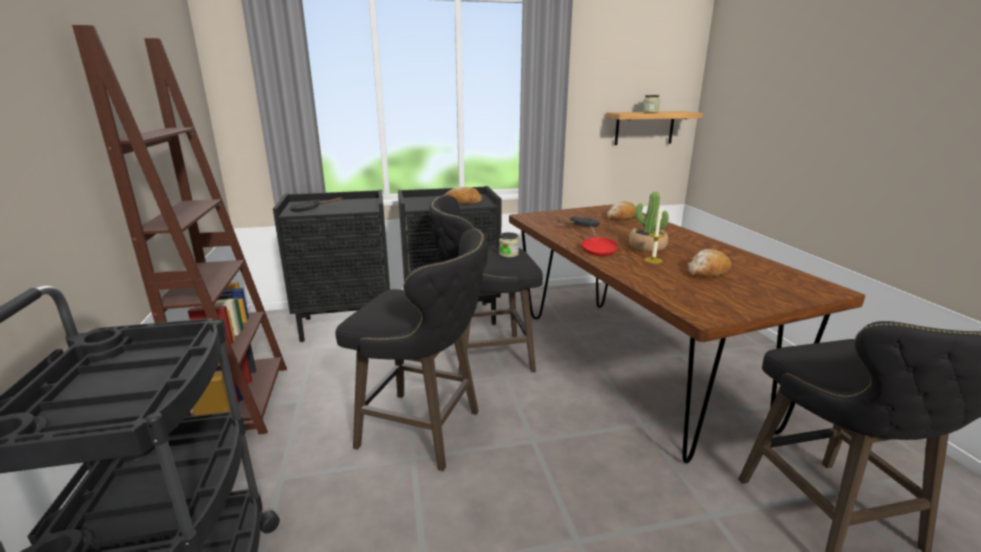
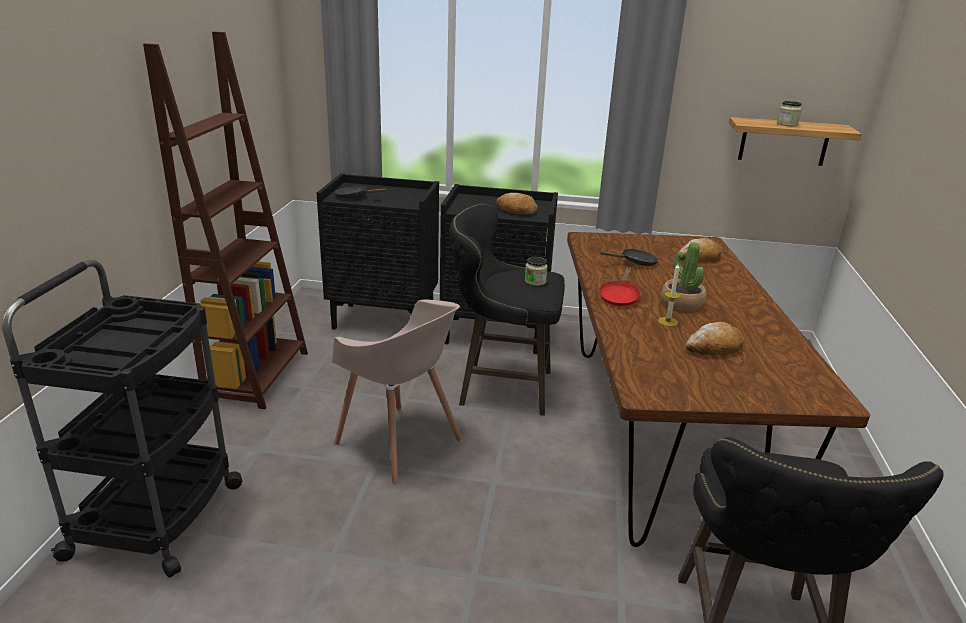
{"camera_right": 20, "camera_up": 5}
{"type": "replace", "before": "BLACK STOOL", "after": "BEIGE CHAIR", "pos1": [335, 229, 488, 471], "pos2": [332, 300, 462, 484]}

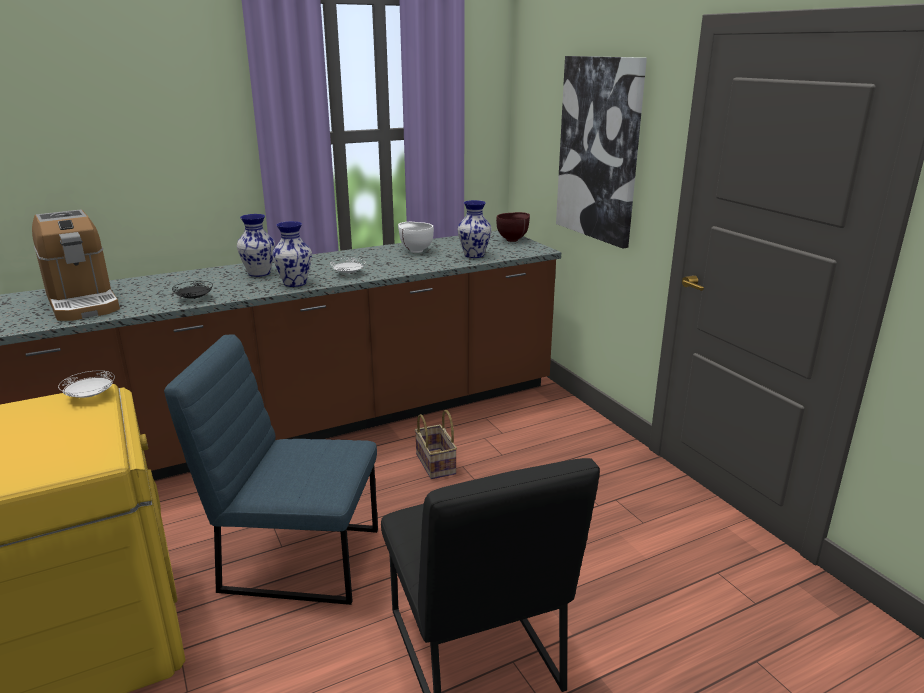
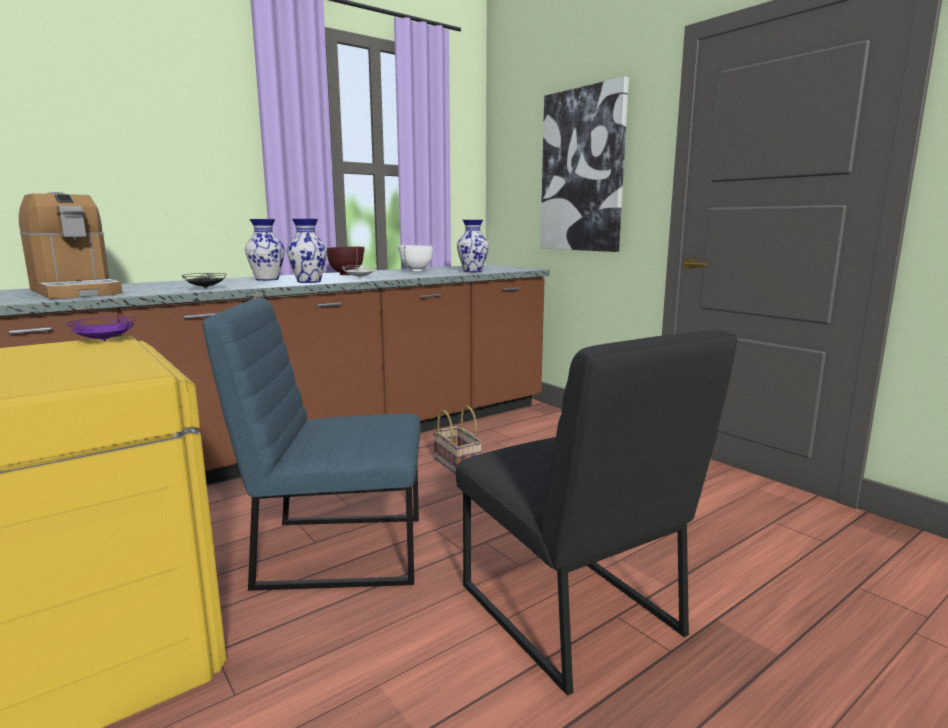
{"camera_right": -10, "camera_up": -10}
{"type": "move", "before": "BROWN BOWL", "pos1": [496, 212, 530, 242], "pos2": [327, 247, 365, 275]}
{"type": "recolor", "before": "WHITE PLATE", "after": "PURPLE PLATE", "pos1": [58, 370, 115, 398], "pos2": [66, 317, 136, 341]}

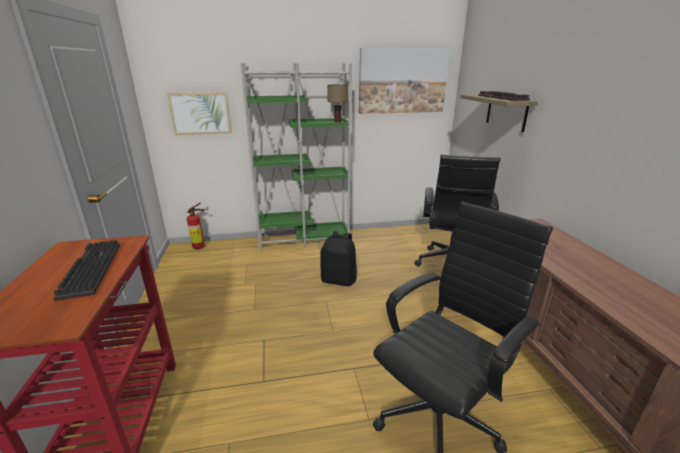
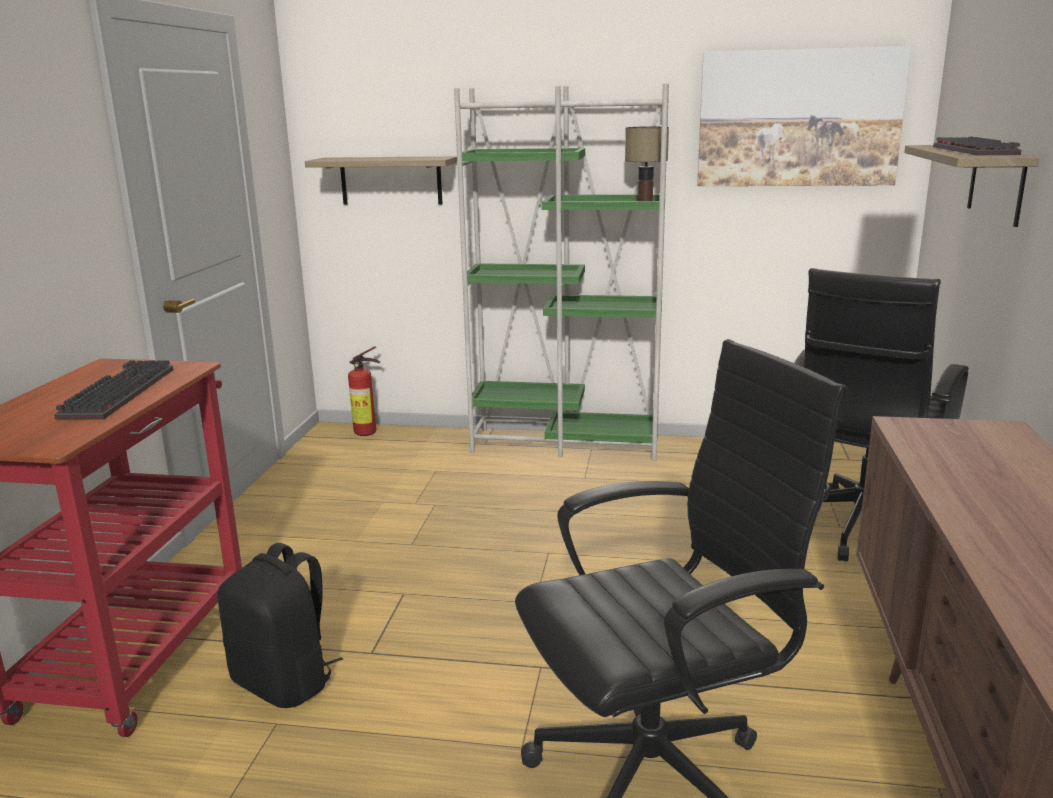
{"camera_right": 20, "camera_up": -5}
{"type": "replace", "before": "PICTURE", "after": "SHELF", "pos1": [167, 92, 232, 135], "pos2": [305, 156, 457, 205]}
{"type": "move", "before": "BLACK BACKPACK", "pos1": [320, 231, 357, 286], "pos2": [217, 543, 343, 708]}

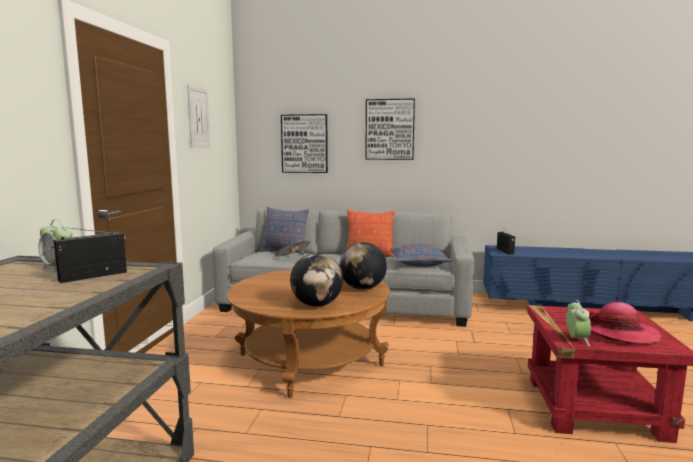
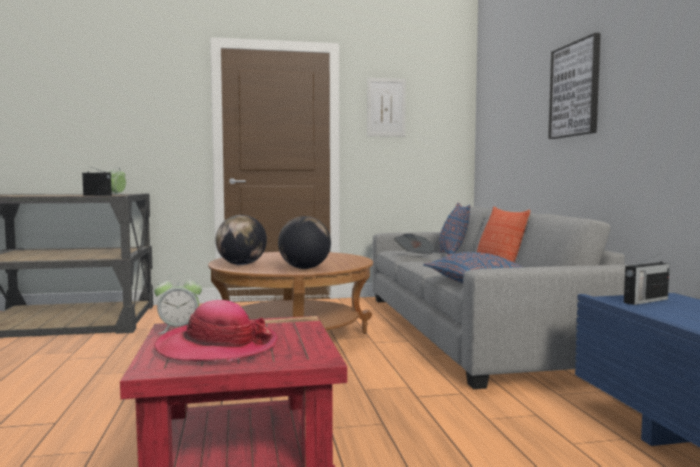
{"camera_right": 70, "camera_up": -5}
{"type": "delete", "before": "PICTURE", "pos1": [281, 114, 328, 173]}

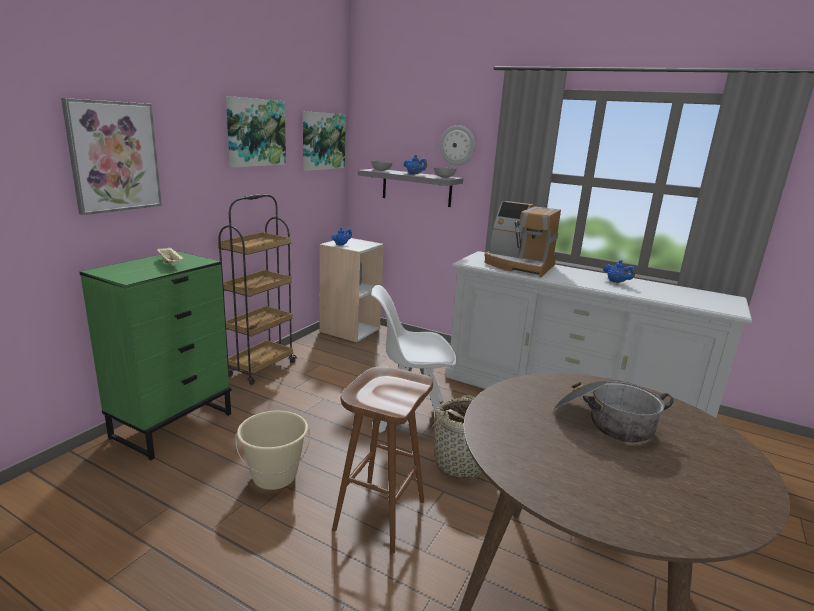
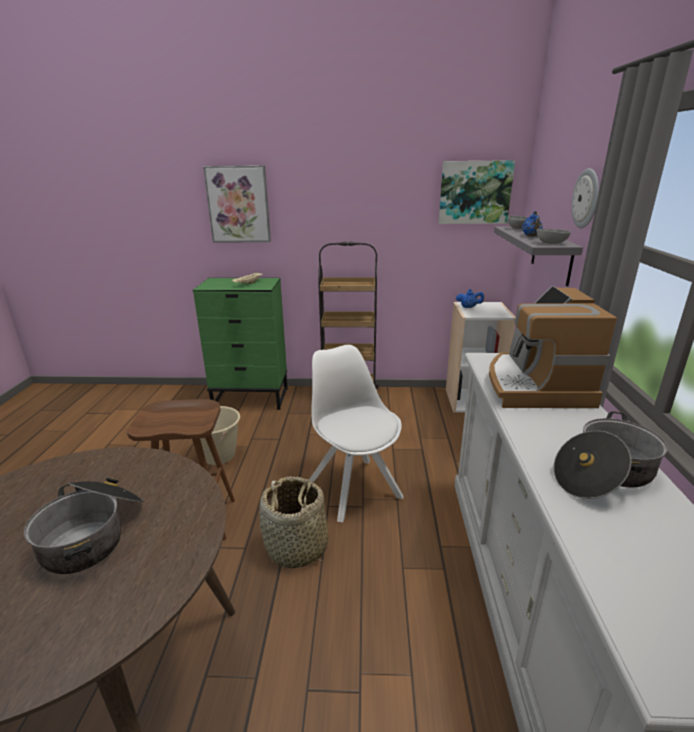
{"camera_right": 65, "camera_up": 5}
{"type": "delete", "before": "PICTURE", "pos1": [226, 96, 286, 168]}
{"type": "replace", "before": "BLUE TEAPOT", "after": "COOKING POT", "pos1": [603, 260, 635, 283], "pos2": [554, 411, 668, 499]}

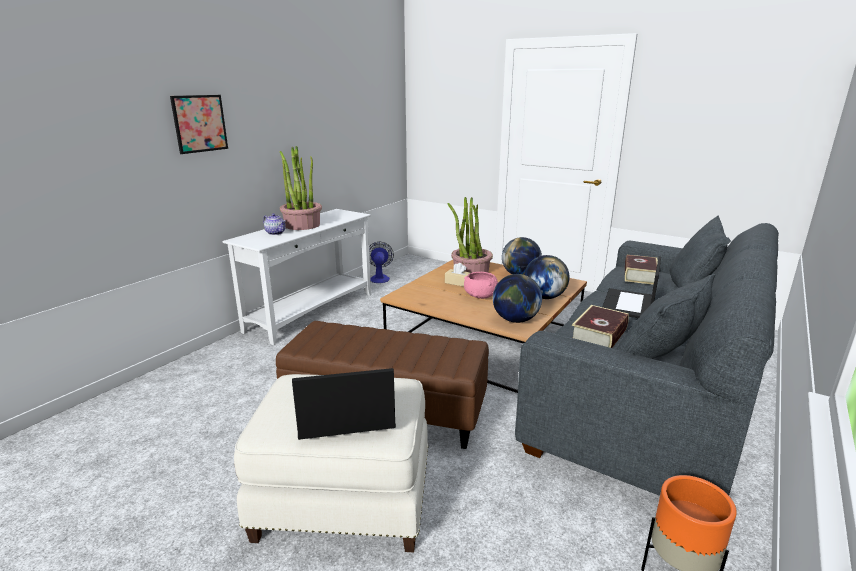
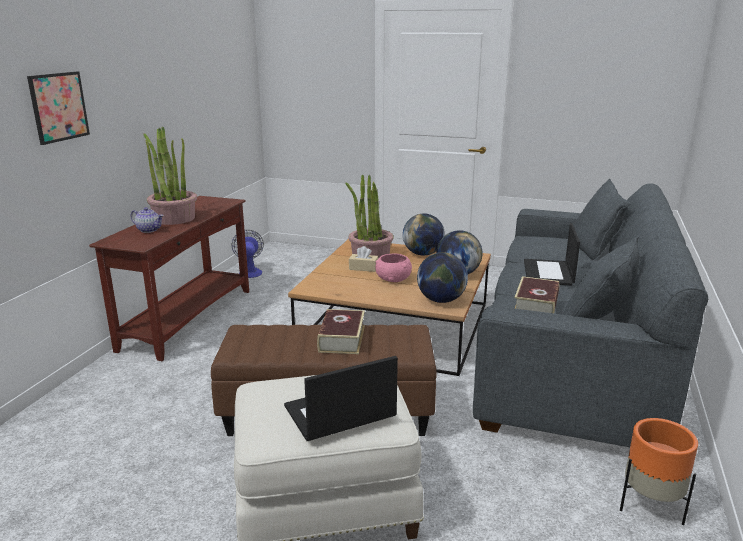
{"camera_right": -15, "camera_up": 0}
{"type": "recolor", "before": "WHITE CONSOLE TABLE", "after": "BROWN CONSOLE TABLE", "pos1": [223, 209, 371, 345], "pos2": [89, 196, 249, 361]}
{"type": "move", "before": "BOOK", "pos1": [625, 255, 658, 285], "pos2": [317, 309, 365, 354]}

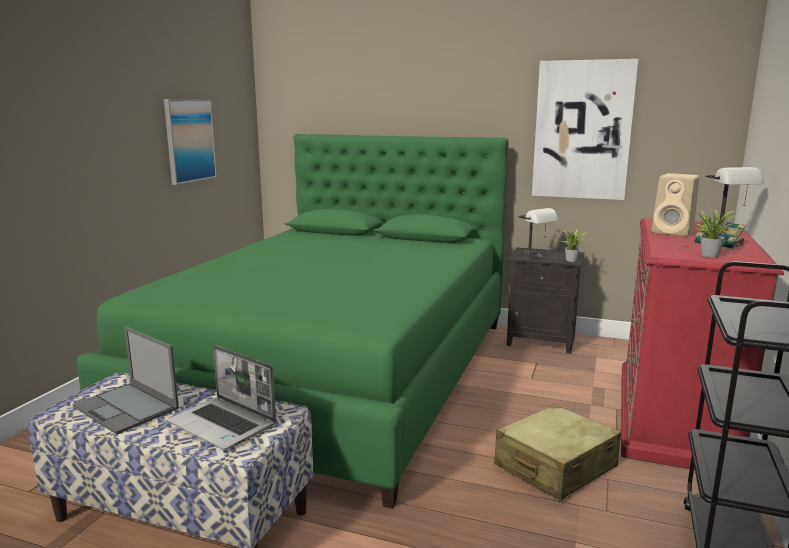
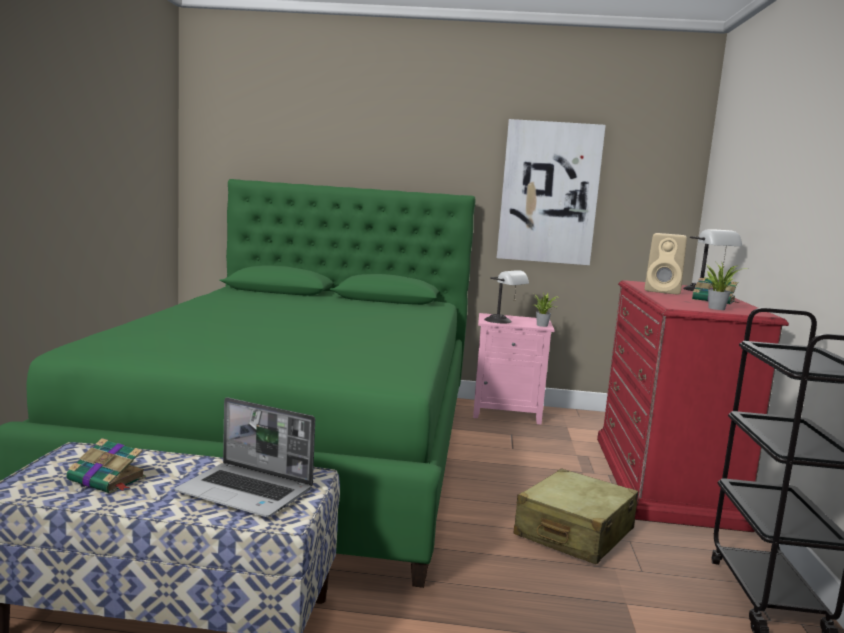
{"camera_right": -15, "camera_up": -5}
{"type": "delete", "before": "PICTURE", "pos1": [164, 99, 217, 185]}
{"type": "recolor", "before": "BLACK NIGHTSTAND", "after": "PINK NIGHTSTAND", "pos1": [507, 247, 585, 354], "pos2": [473, 313, 555, 424]}
{"type": "replace", "before": "LAPTOP", "after": "BOOK", "pos1": [73, 326, 179, 435], "pos2": [66, 438, 146, 494]}

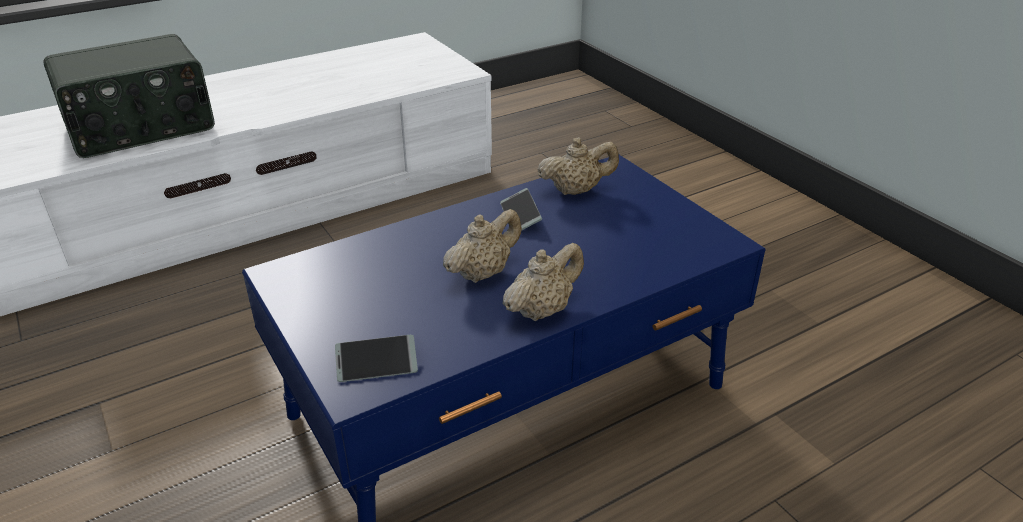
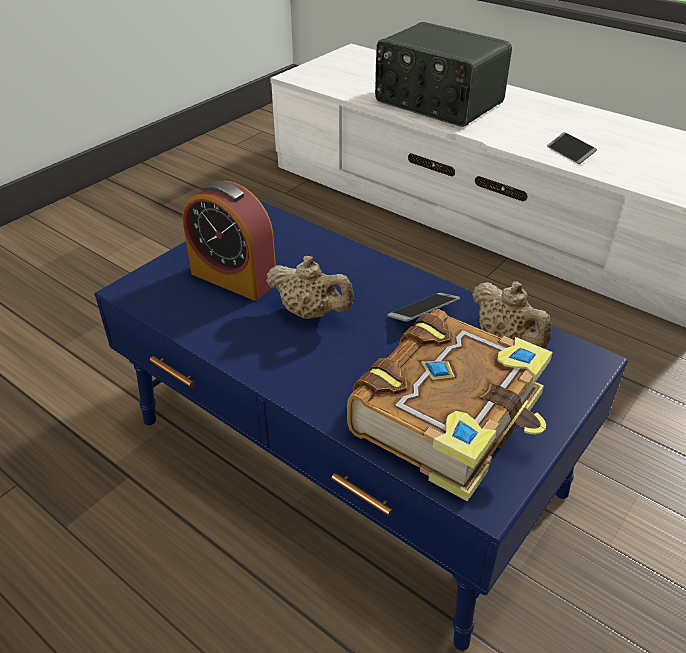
{"camera_right": 70, "camera_up": 5}
{"type": "delete", "before": "BEIGE TEAPOT", "pos1": [503, 243, 584, 321]}
{"type": "move", "before": "PHONE", "pos1": [335, 335, 418, 382], "pos2": [547, 132, 597, 164]}
{"type": "insert", "after": "ALARM CLOCK", "pos2": [183, 180, 276, 300]}
{"type": "insert", "after": "BOOK", "pos2": [347, 309, 553, 502]}

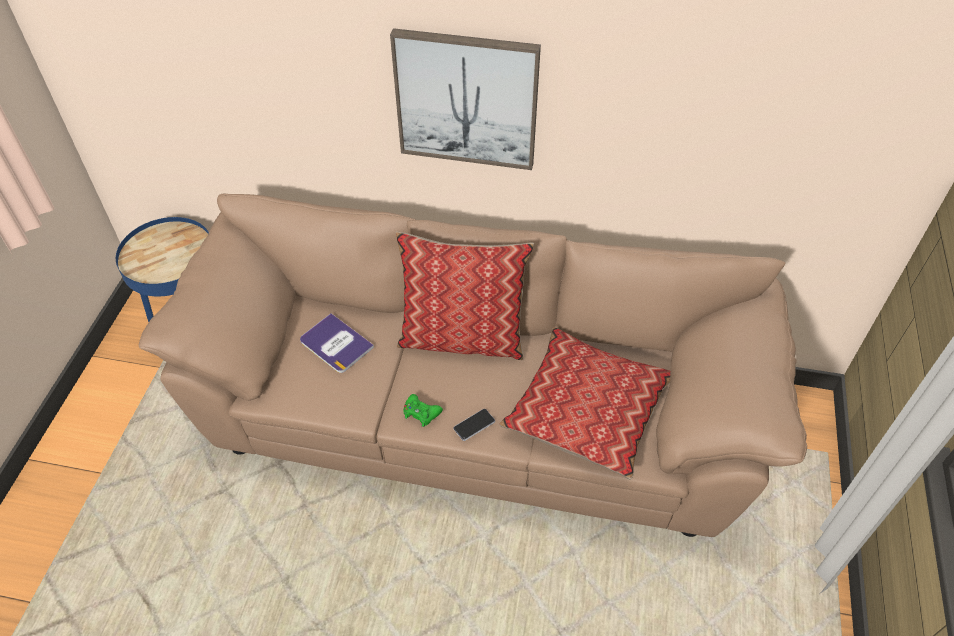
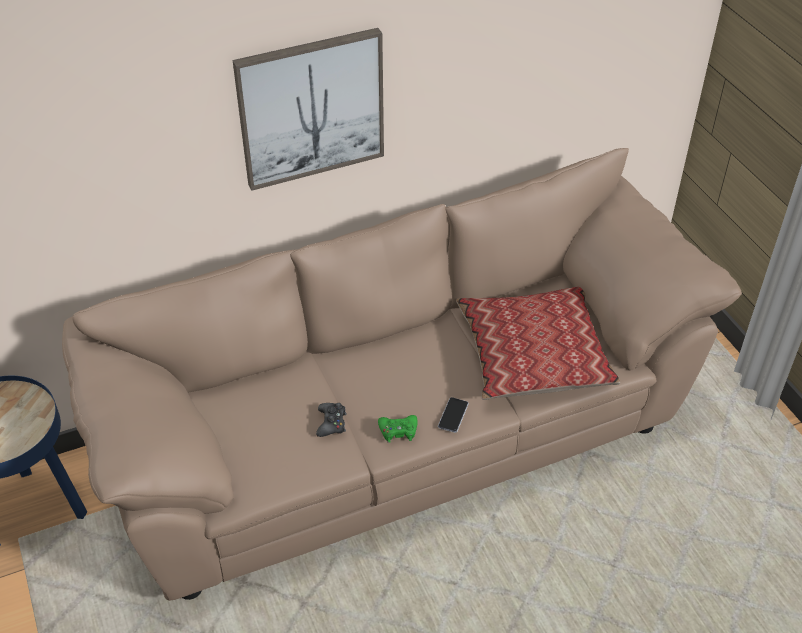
{"camera_right": -35, "camera_up": -5}
{"type": "delete", "before": "PILLOW", "pos1": [396, 231, 534, 360]}
{"type": "delete", "before": "BOOK", "pos1": [300, 313, 374, 373]}
{"type": "insert", "after": "BLACK GAME CONTROLLER", "pos2": [316, 403, 347, 437]}

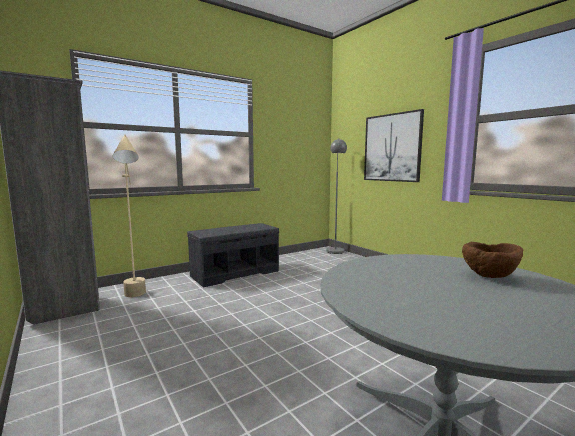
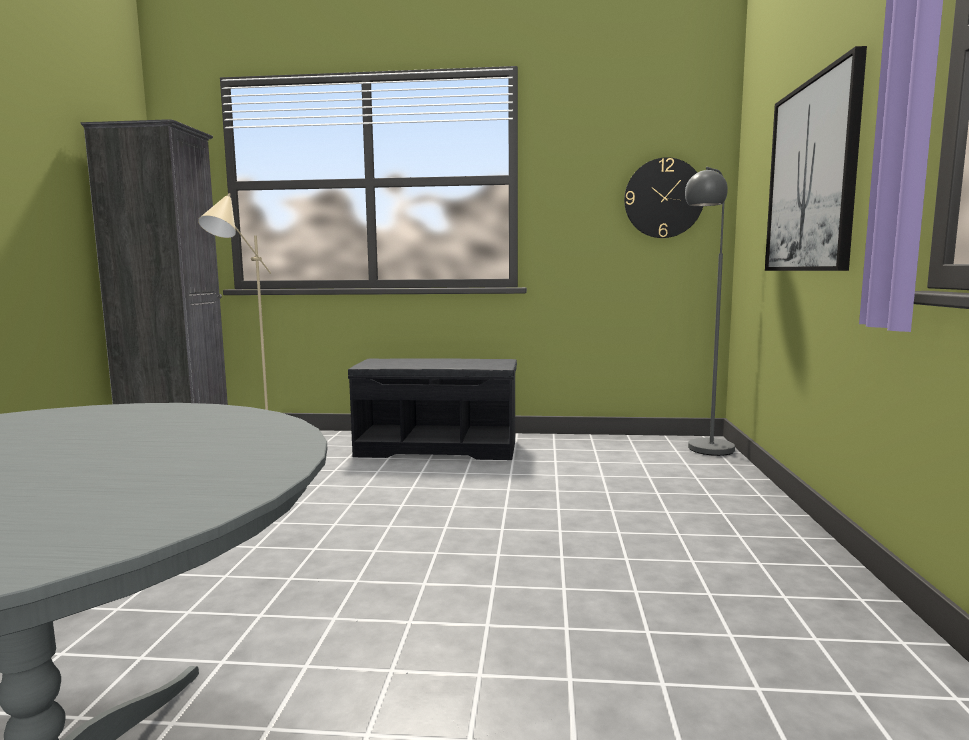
{"camera_right": 40, "camera_up": 0}
{"type": "delete", "before": "BROWN BOWL", "pos1": [462, 242, 523, 278]}
{"type": "insert", "after": "WALL CLOCK", "pos2": [624, 157, 703, 238]}

